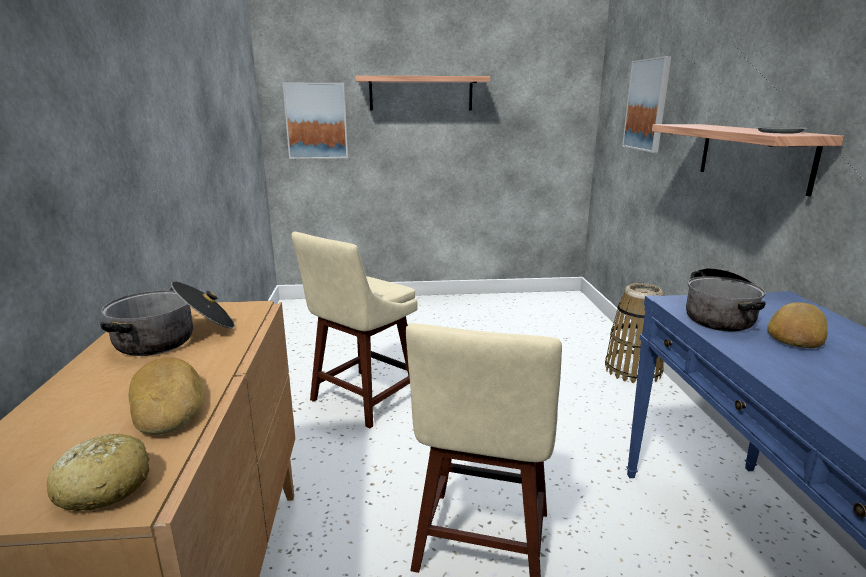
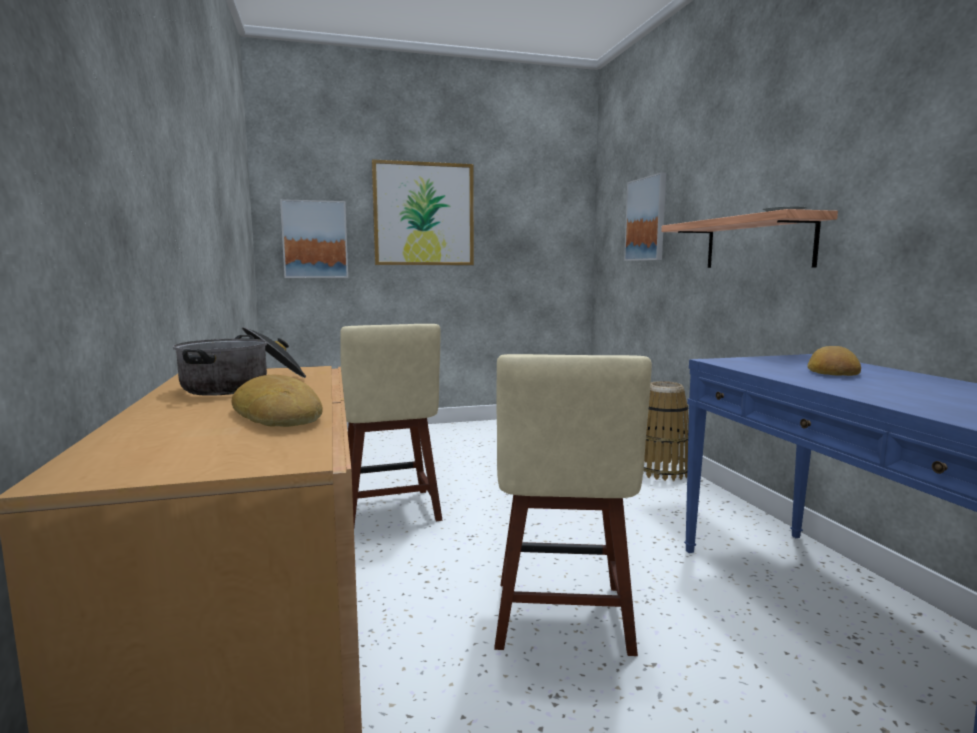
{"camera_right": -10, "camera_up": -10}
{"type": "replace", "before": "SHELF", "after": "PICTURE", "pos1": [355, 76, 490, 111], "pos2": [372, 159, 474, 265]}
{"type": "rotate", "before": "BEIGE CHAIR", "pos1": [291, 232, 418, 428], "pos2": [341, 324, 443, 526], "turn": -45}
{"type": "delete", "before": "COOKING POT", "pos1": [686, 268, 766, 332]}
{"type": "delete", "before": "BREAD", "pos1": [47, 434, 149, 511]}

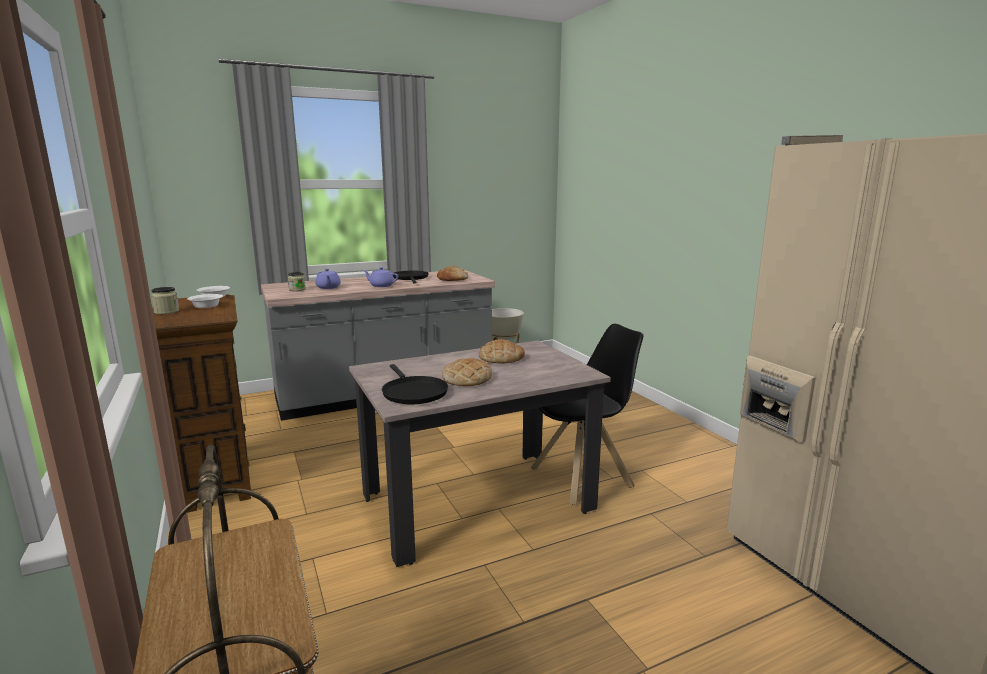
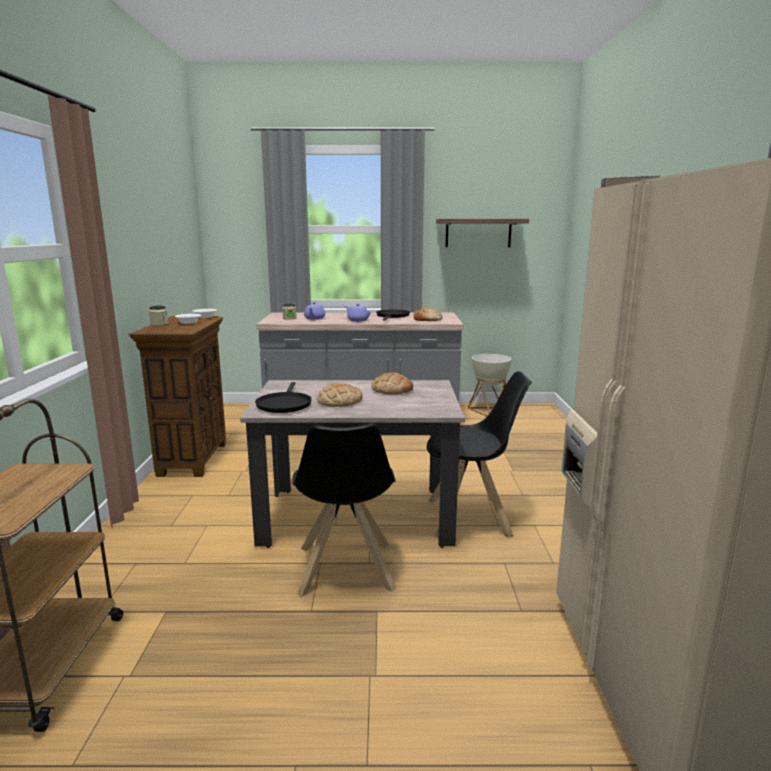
{"camera_right": 25, "camera_up": 0}
{"type": "insert", "after": "SHELF", "pos2": [436, 219, 529, 247]}
{"type": "insert", "after": "BLACK CHAIR", "pos2": [292, 424, 396, 597]}

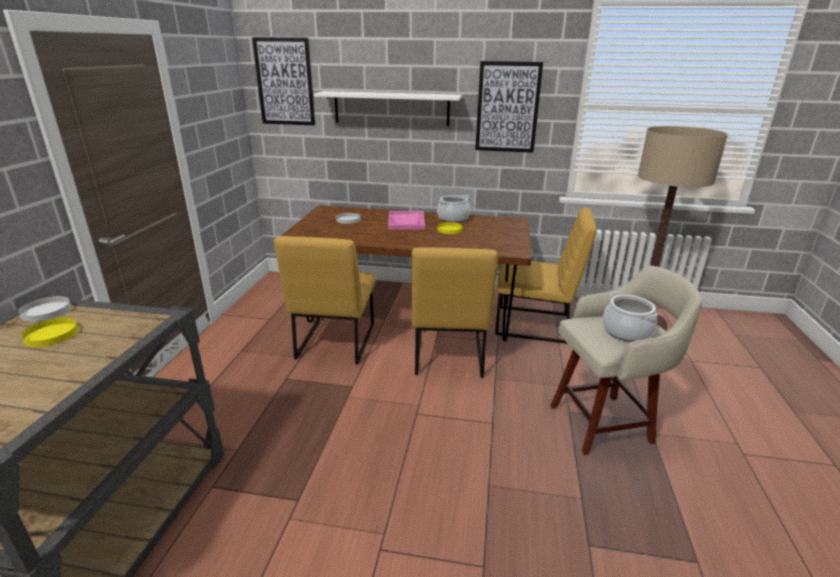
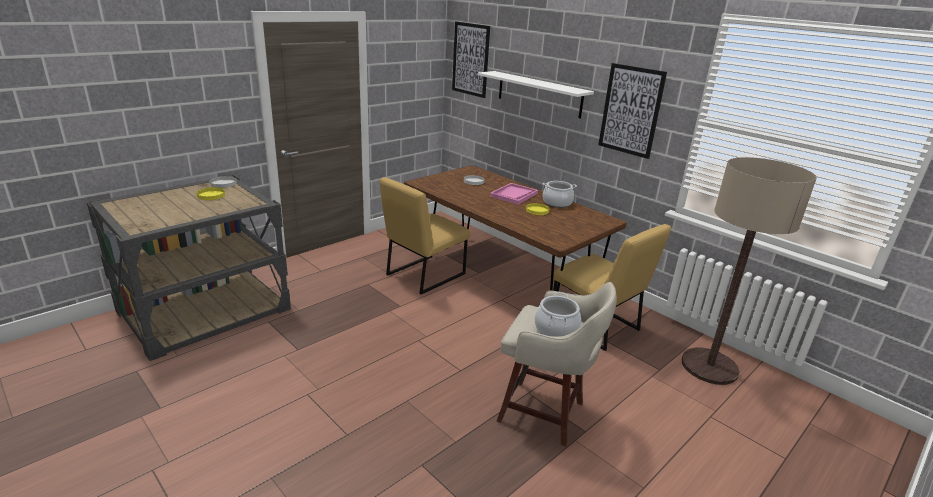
{"camera_right": 35, "camera_up": 0}
{"type": "delete", "before": "YELLOW CHAIR", "pos1": [411, 247, 498, 378]}

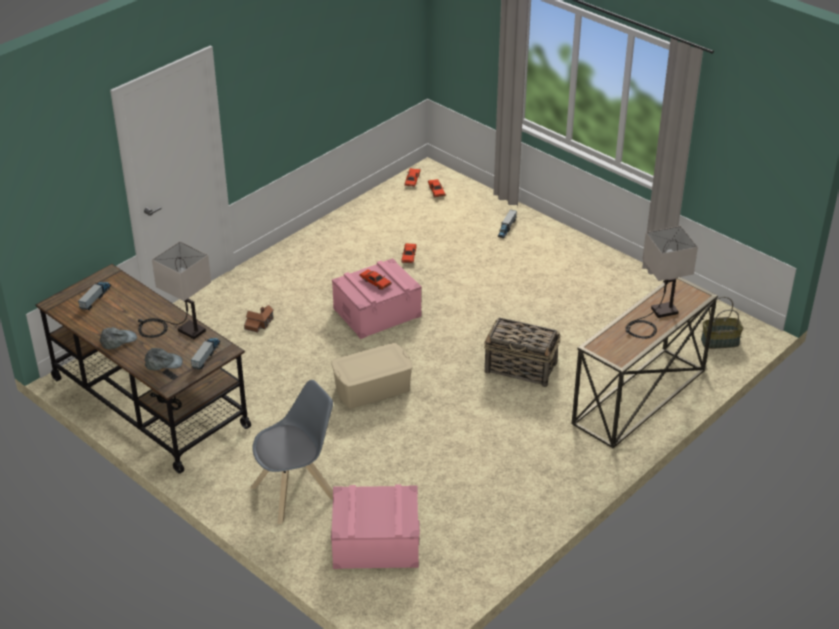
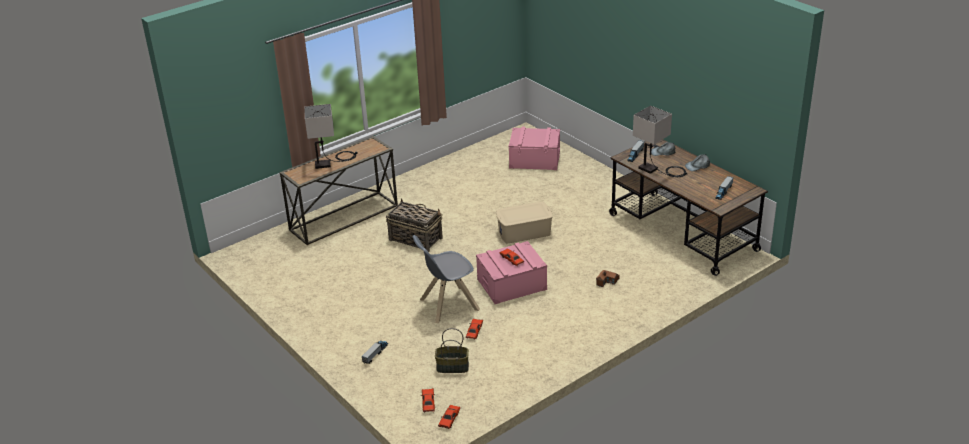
{"camera_right": -170, "camera_up": -5}
{"type": "move", "before": "BASKET", "pos1": [701, 297, 743, 349], "pos2": [435, 328, 469, 373]}
{"type": "move", "before": "GREY CHAIR", "pos1": [250, 380, 333, 524], "pos2": [413, 235, 480, 323]}

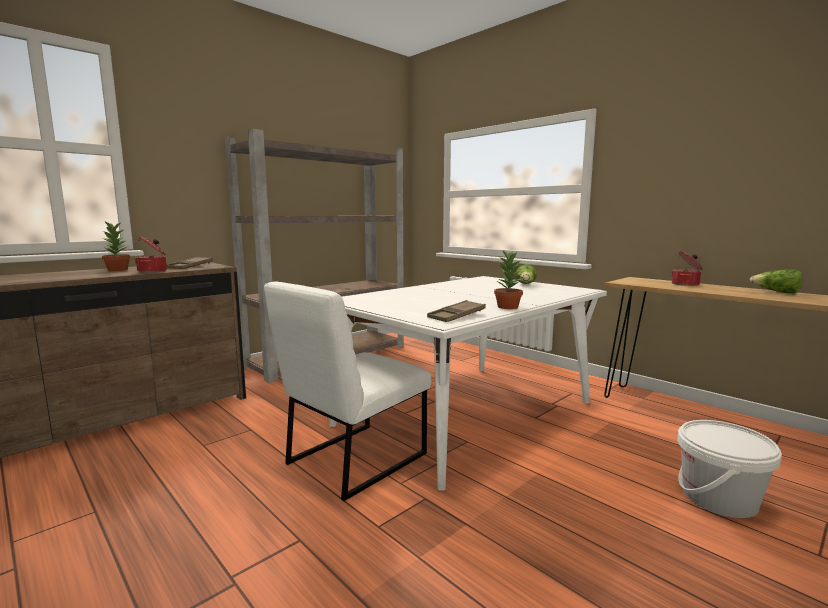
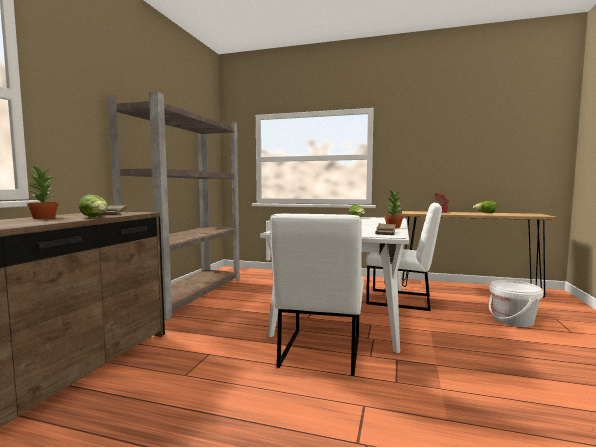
{"camera_right": -30, "camera_up": -5}
{"type": "replace", "before": "COOKING POT", "after": "LETTUCE", "pos1": [135, 236, 167, 273], "pos2": [79, 195, 108, 217]}
{"type": "insert", "after": "WHITE CHAIR", "pos2": [366, 203, 442, 311]}

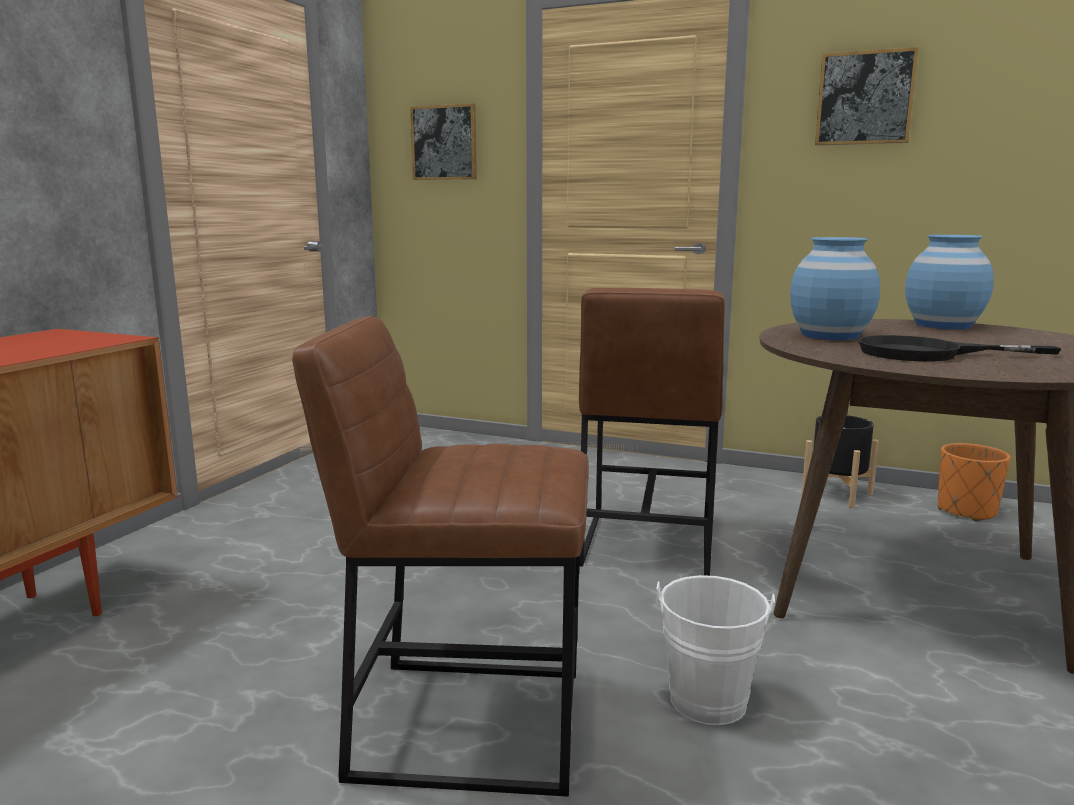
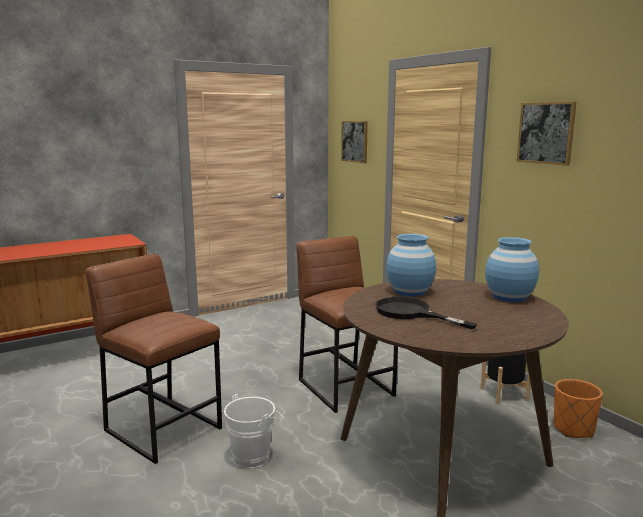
{"camera_right": 35, "camera_up": 0}
{"type": "rotate", "before": "BROWN CHAIR", "pos1": [579, 288, 725, 576], "pos2": [296, 236, 398, 413], "turn": 105}

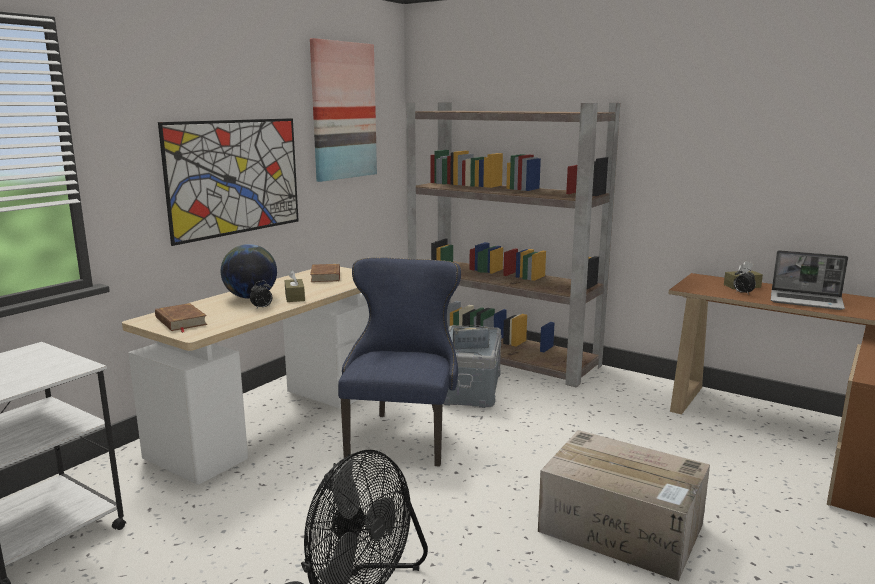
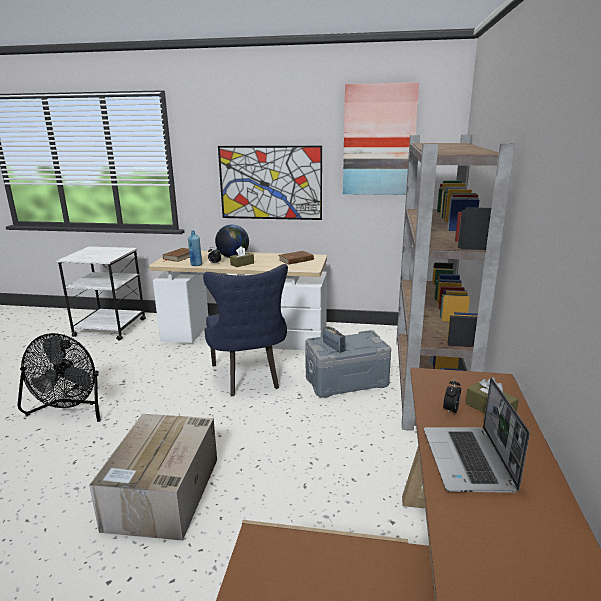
{"camera_right": 65, "camera_up": 5}
{"type": "rotate", "before": "BLUE CHAIR", "pos1": [338, 257, 461, 467], "pos2": [203, 264, 288, 396], "turn": 90}
{"type": "insert", "after": "BLUE BOTTLE", "pos2": [188, 231, 203, 266]}

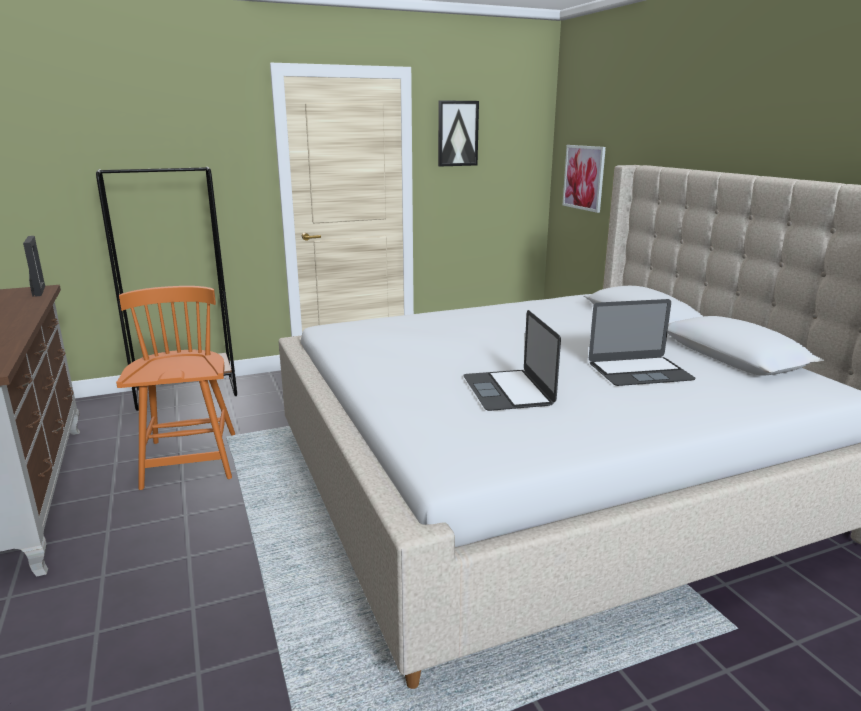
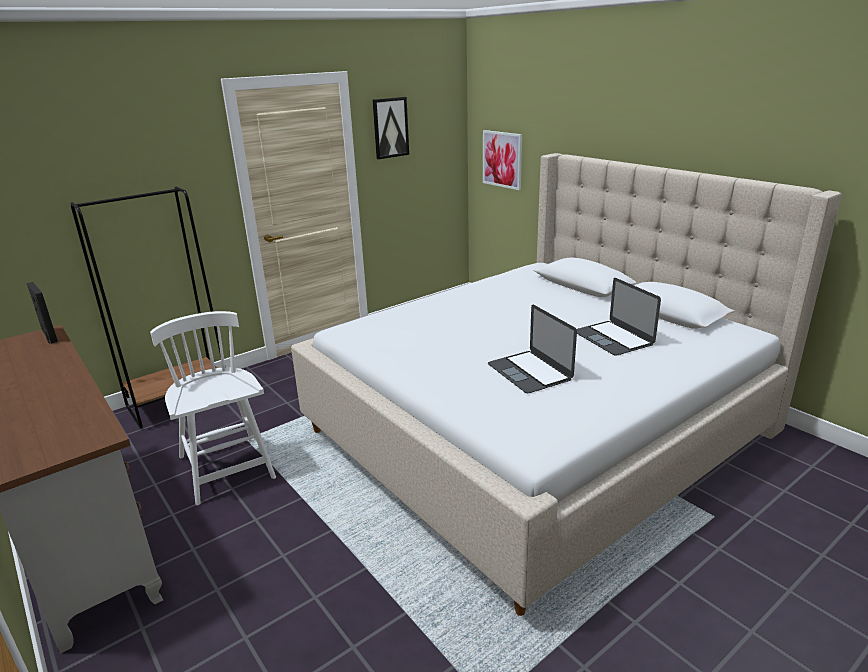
{"camera_right": -15, "camera_up": 5}
{"type": "recolor", "before": "ORANGE CHAIR", "after": "WHITE CHAIR", "pos1": [116, 286, 235, 490], "pos2": [150, 311, 276, 505]}
{"type": "rotate", "before": "LAPTOP", "pos1": [589, 299, 696, 386], "pos2": [577, 278, 661, 356], "turn": 90}

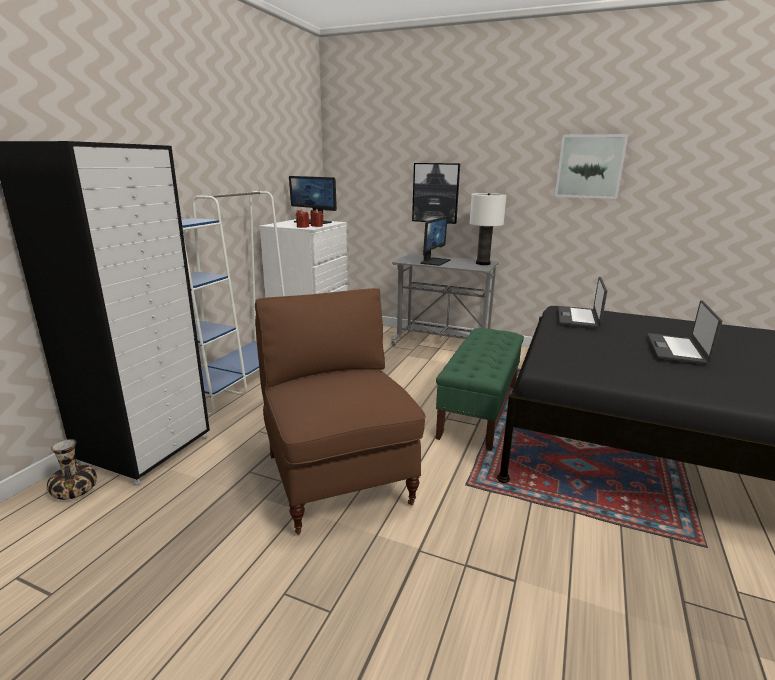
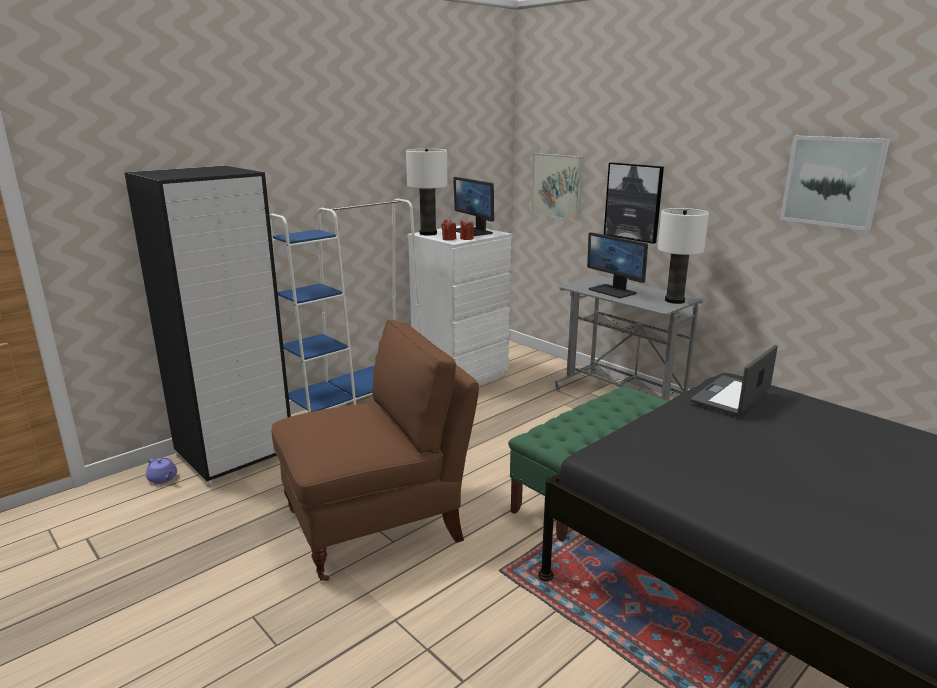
{"camera_right": 25, "camera_up": 0}
{"type": "rotate", "before": "MONITOR", "pos1": [420, 216, 450, 266], "pos2": [587, 232, 648, 298], "turn": 90}
{"type": "rotate", "before": "BROWN CHAIR", "pos1": [255, 288, 426, 535], "pos2": [272, 320, 479, 581], "turn": 60}
{"type": "delete", "before": "LAPTOP", "pos1": [647, 300, 722, 364]}
{"type": "replace", "before": "VASE", "after": "PURPLE TEAPOT", "pos1": [47, 439, 97, 500], "pos2": [146, 458, 177, 484]}
{"type": "insert", "after": "WHITE TABLE LAMP", "pos2": [406, 149, 447, 235]}
{"type": "insert", "after": "PICTURE", "pos2": [531, 153, 583, 221]}

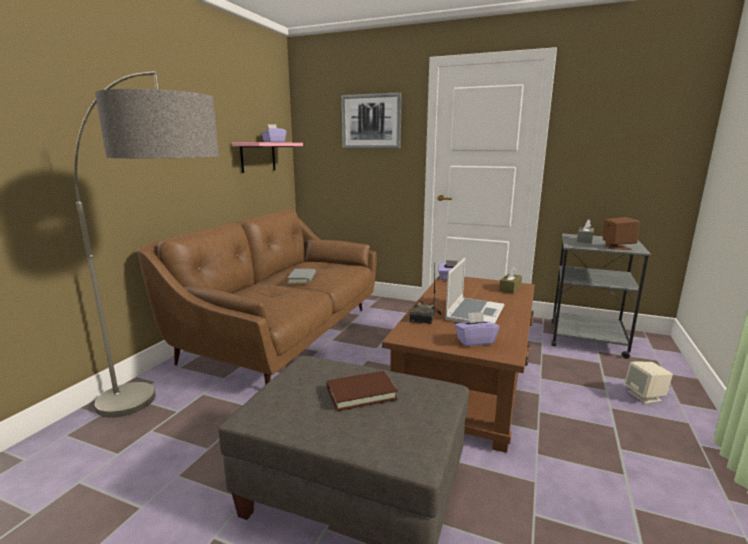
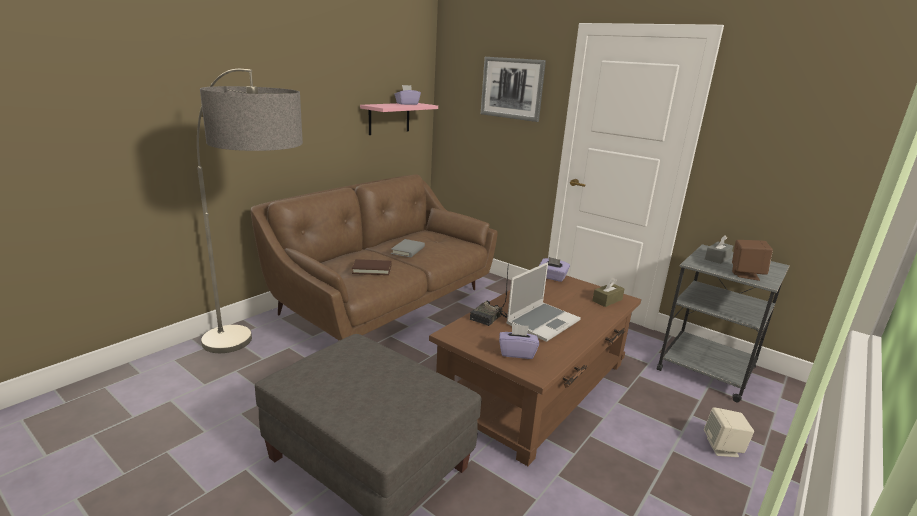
{"camera_right": 15, "camera_up": 5}
{"type": "move", "before": "BROWN BOOK", "pos1": [327, 371, 398, 411], "pos2": [352, 259, 391, 275]}

